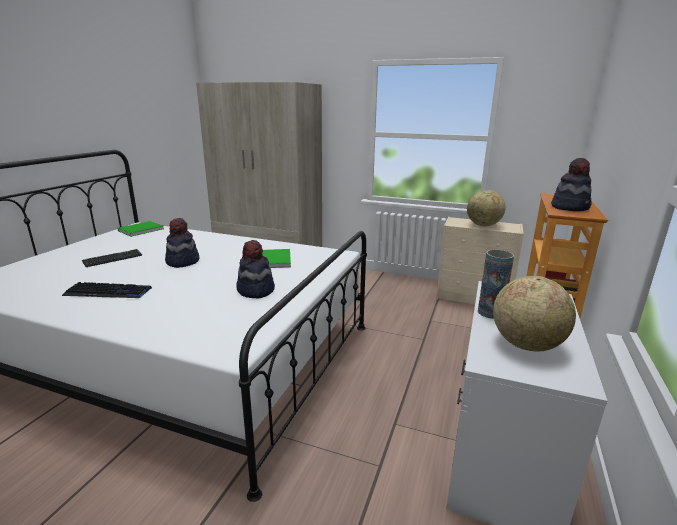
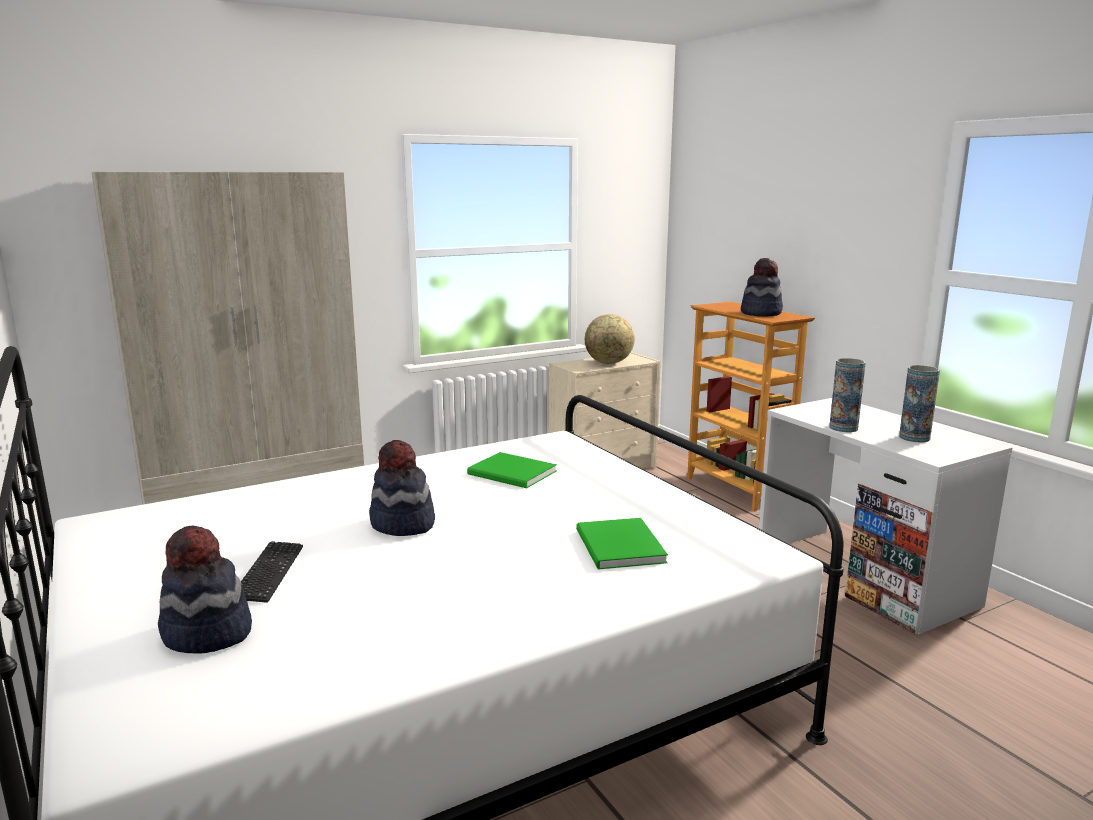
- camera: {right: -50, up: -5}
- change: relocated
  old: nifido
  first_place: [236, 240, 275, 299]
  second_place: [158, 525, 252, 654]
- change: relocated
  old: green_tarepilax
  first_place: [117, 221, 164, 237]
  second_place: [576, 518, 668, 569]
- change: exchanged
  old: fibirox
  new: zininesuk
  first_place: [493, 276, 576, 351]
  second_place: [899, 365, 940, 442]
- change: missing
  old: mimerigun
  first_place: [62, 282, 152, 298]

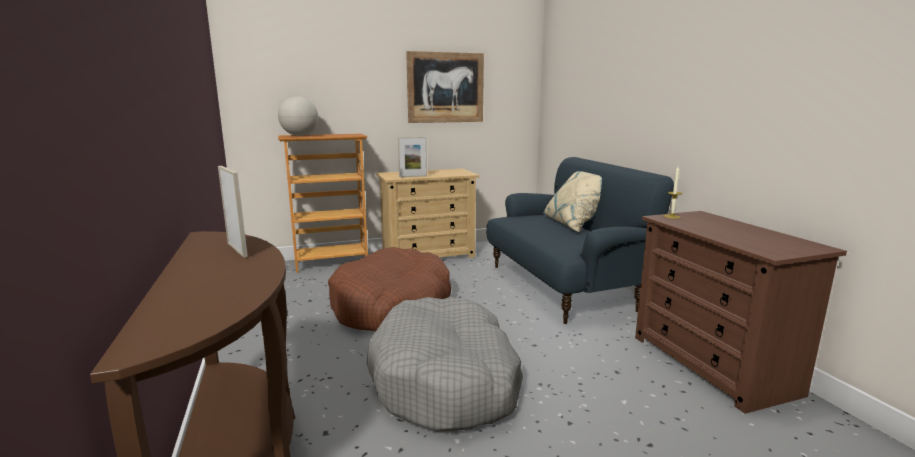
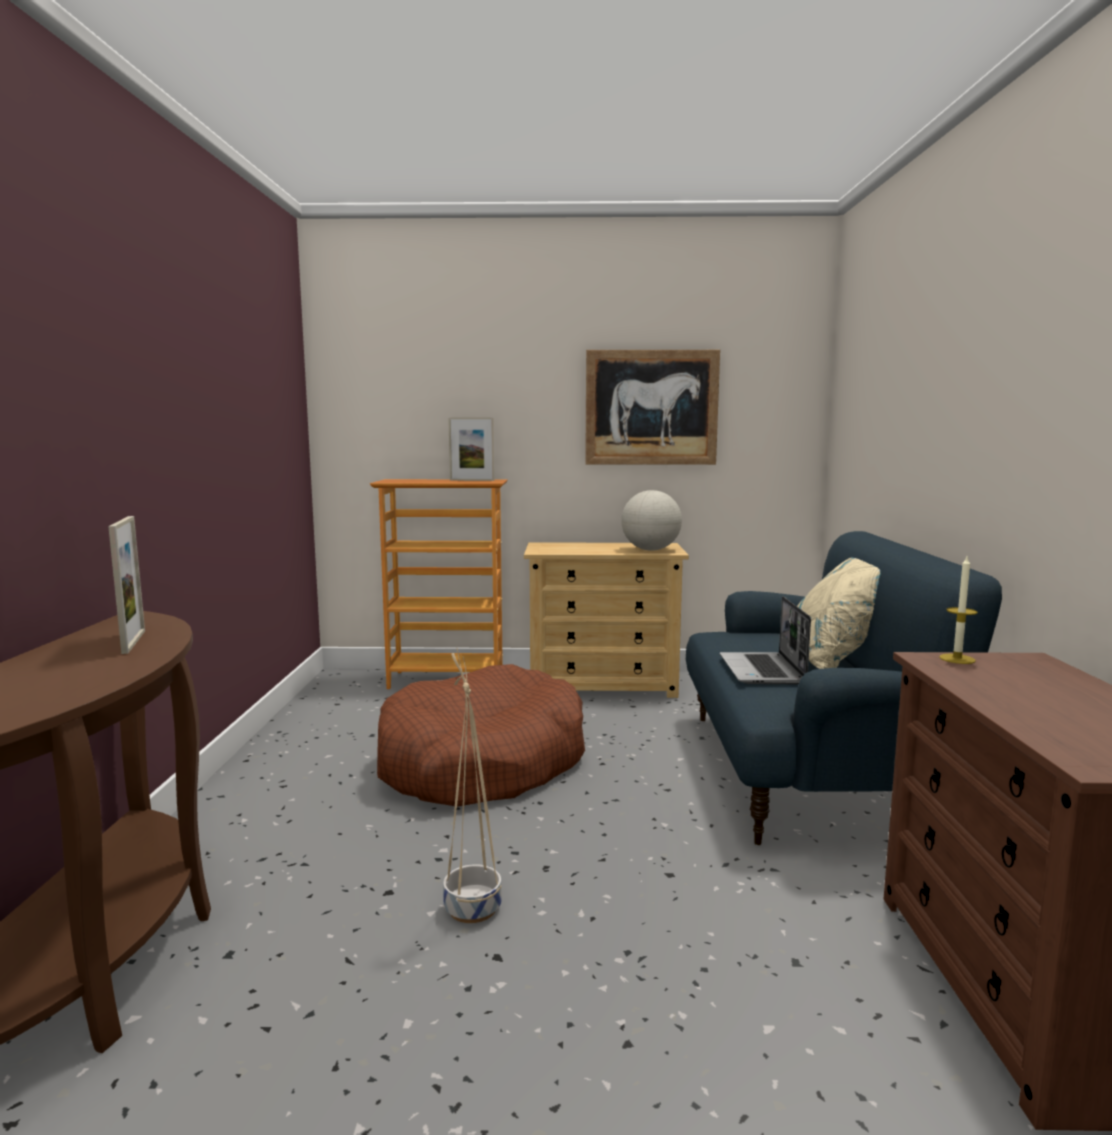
- camera: {right: 20, up: -5}
- change: exchanged
  old: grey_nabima
  new: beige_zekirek
  first_place: [367, 297, 523, 431]
  second_place: [443, 648, 502, 923]
- change: relocated
  old: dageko
  first_place: [398, 137, 427, 177]
  second_place: [448, 417, 494, 481]
- change: relocated
  old: fibirox
  first_place: [278, 96, 318, 136]
  second_place: [621, 490, 682, 551]
- change: appeared
  new: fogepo
  second_place: [720, 596, 811, 684]

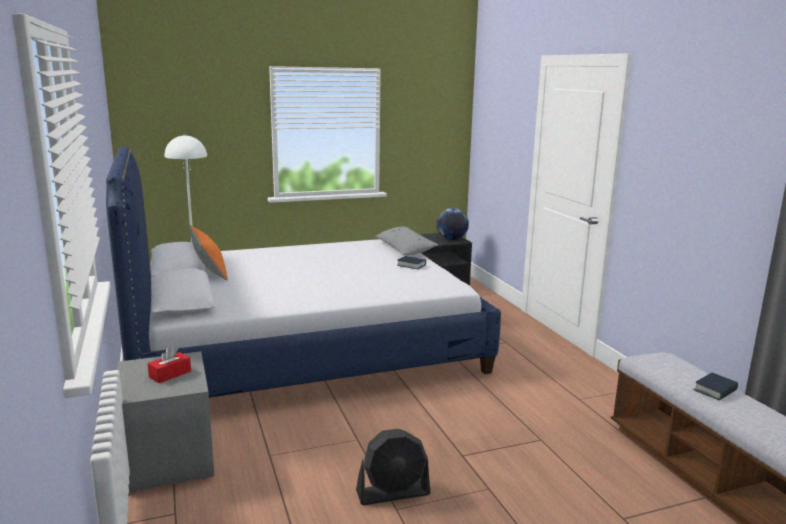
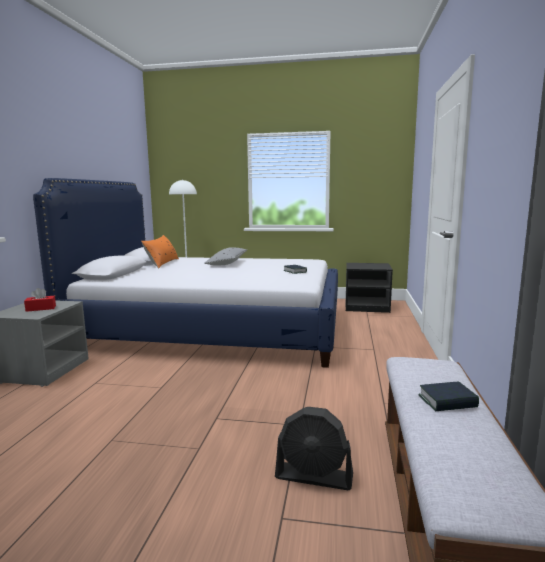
- camera: {right: 30, up: -5}
- change: relocated
  old: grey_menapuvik
  first_place: [375, 226, 438, 256]
  second_place: [204, 247, 247, 266]
- change: relocated
  old: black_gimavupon
  first_place: [356, 429, 430, 505]
  second_place: [275, 407, 353, 490]
- change: missing
  old: fibirox
  first_place: [436, 208, 469, 240]

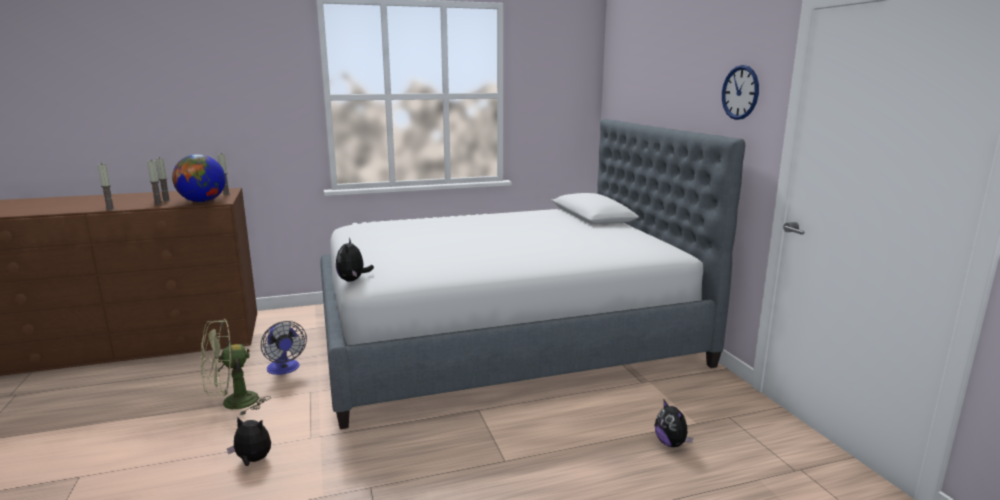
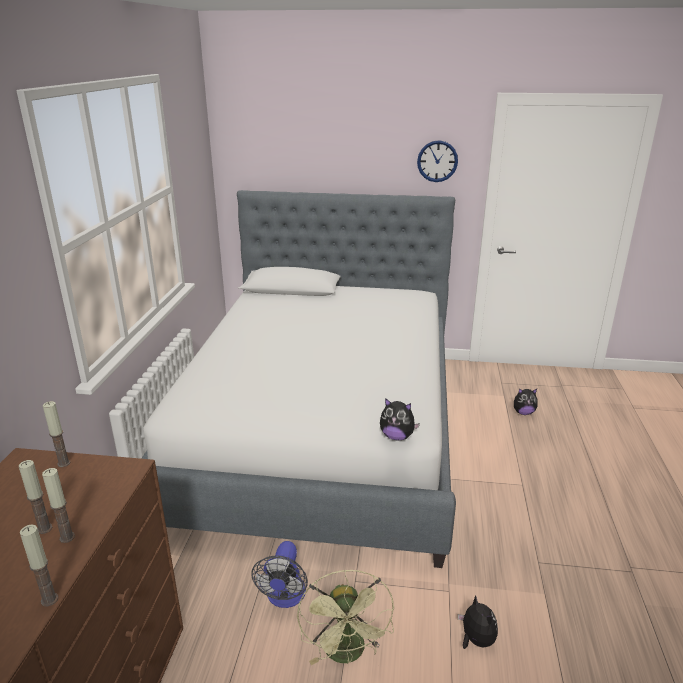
- camera: {right: -65, up: 10}
- change: spun
  old: gimavupon
  first_place: [261, 321, 307, 375]
  second_place: [251, 541, 308, 608]
  degrees: 105
- change: spun
  old: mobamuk
  first_place: [227, 417, 271, 466]
  second_place: [458, 595, 498, 649]
  degrees: 120
- change: missing
  old: fibirox
  first_place: [172, 154, 226, 202]

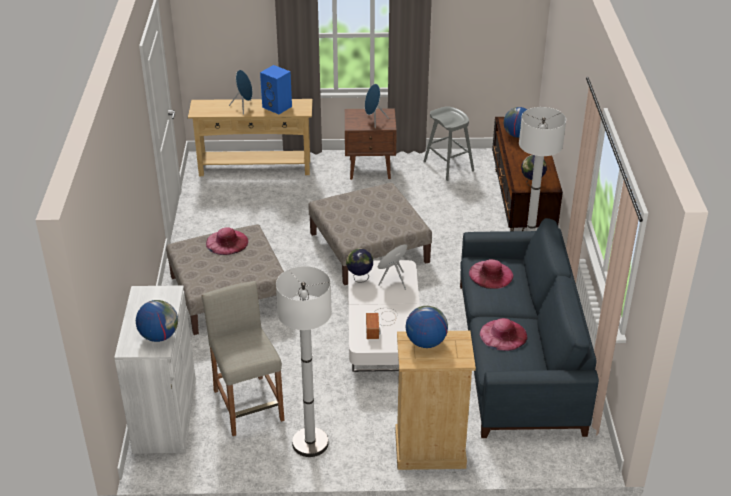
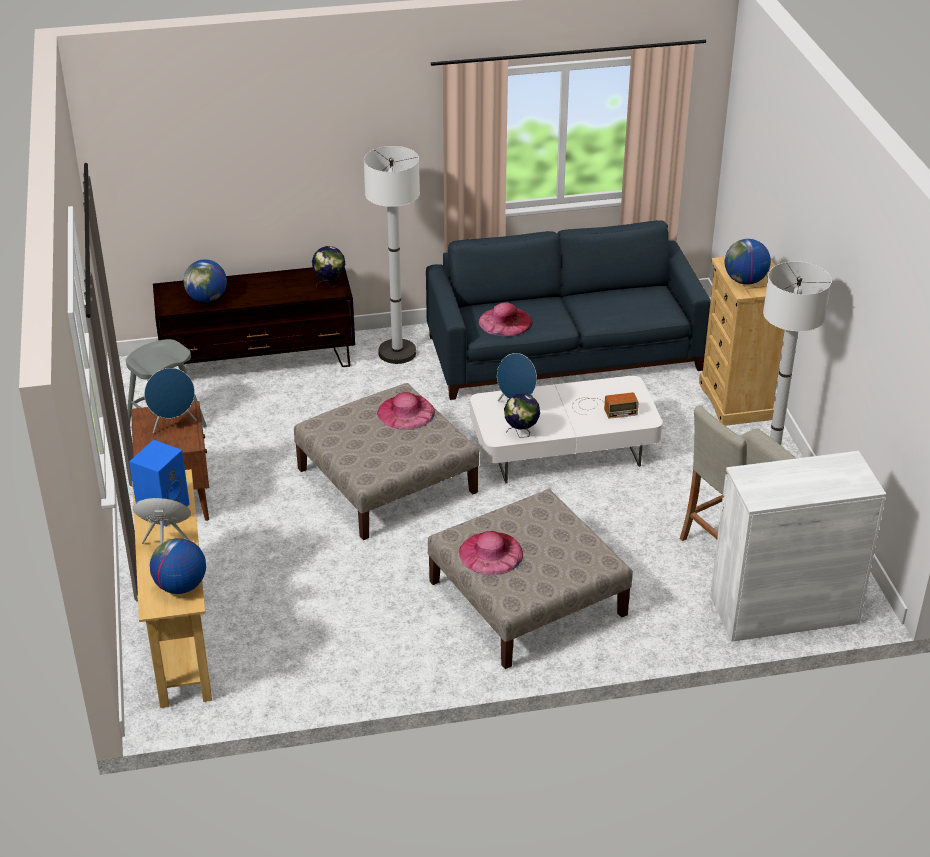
- camera: {right: -100, up: 0}
- change: relocated
  old: fibirox
  first_place: [136, 300, 178, 342]
  second_place: [150, 538, 206, 594]
- change: relocated
  old: pink_nifido
  first_place: [480, 318, 528, 351]
  second_place: [377, 392, 435, 430]

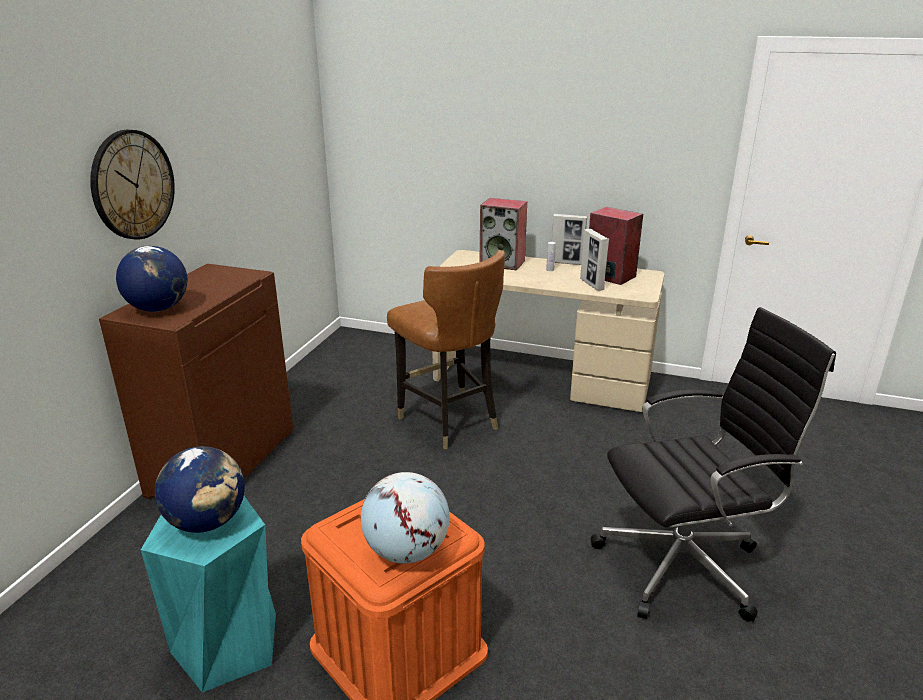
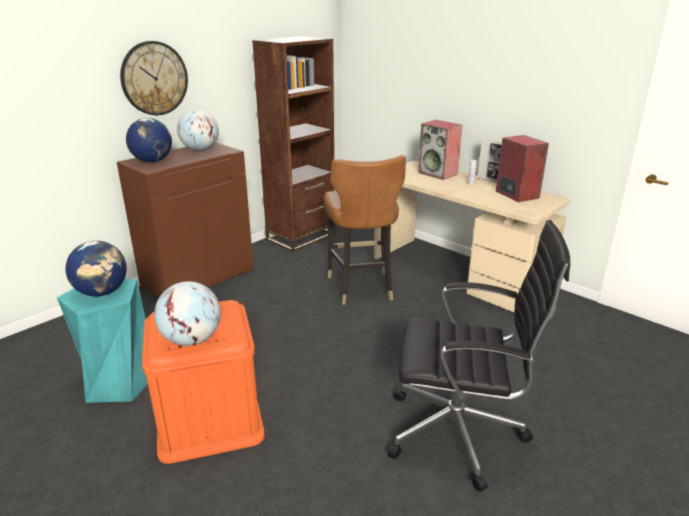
- camera: {right: 25, up: 0}
- change: appeared
  new: fibirox
  second_place: [177, 109, 219, 151]
- change: appeared
  new: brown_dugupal
  second_place: [252, 36, 335, 252]
- change: missing
  old: dageko
  first_place: [580, 229, 609, 291]

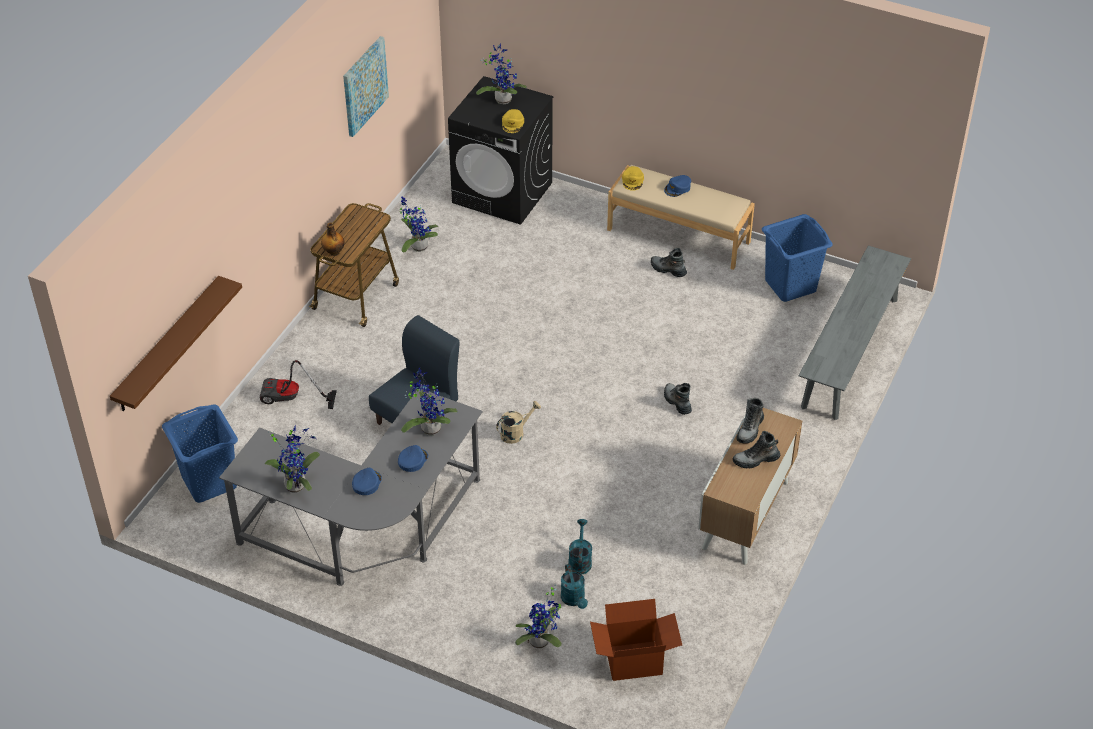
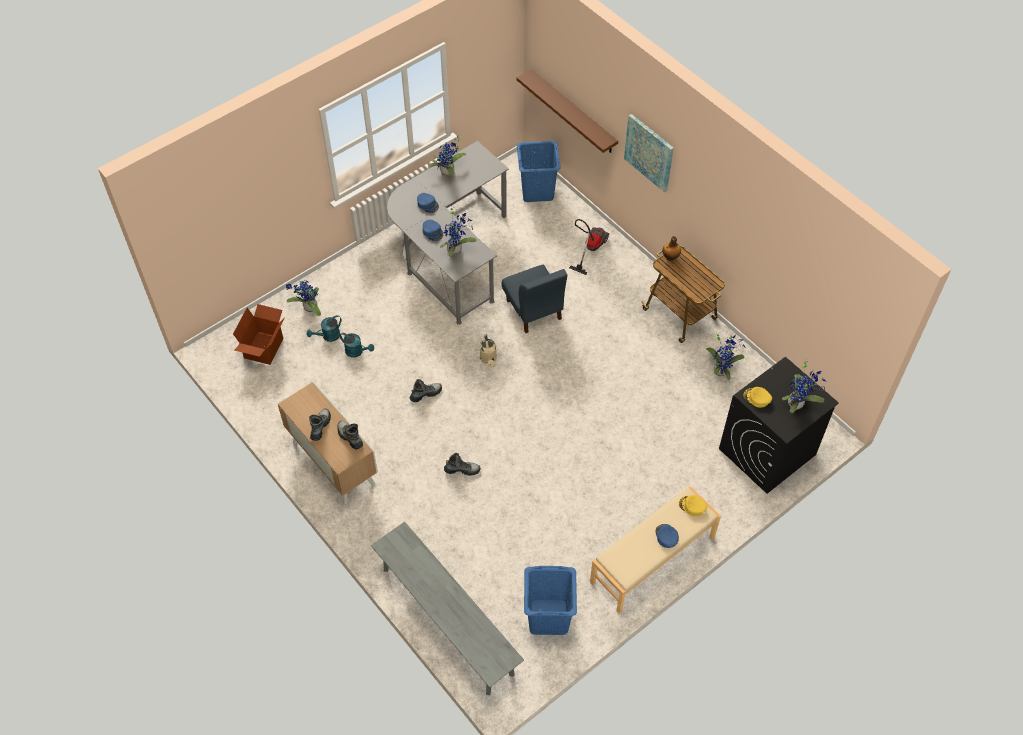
- camera: {right: 115, up: 10}
- change: spun
  old: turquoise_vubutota
  first_place: [561, 564, 588, 609]
  second_place: [307, 315, 342, 342]
  degrees: -45
- change: relocated
  old: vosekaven
  first_place: [651, 248, 687, 277]
  second_place: [409, 379, 442, 402]
- change: relocated
  old: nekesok
  first_place: [343, 36, 389, 137]
  second_place: [624, 114, 674, 192]

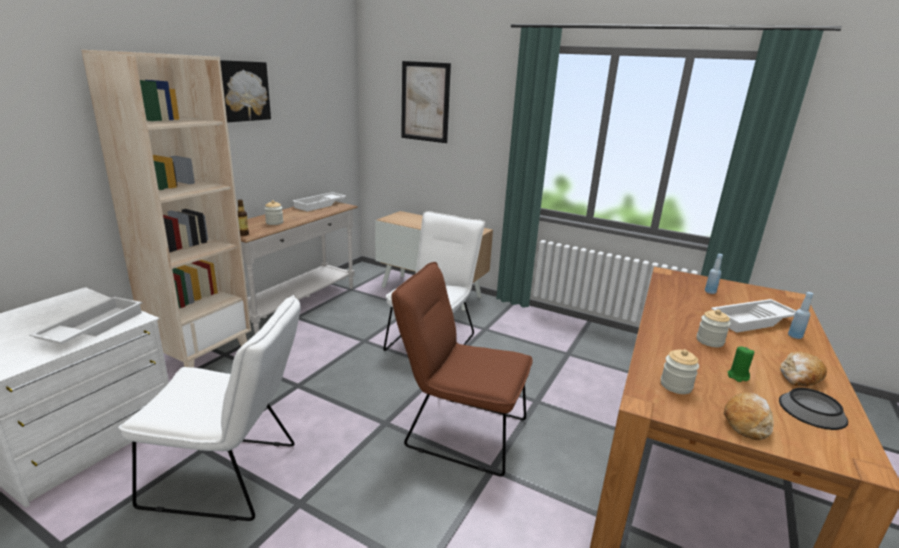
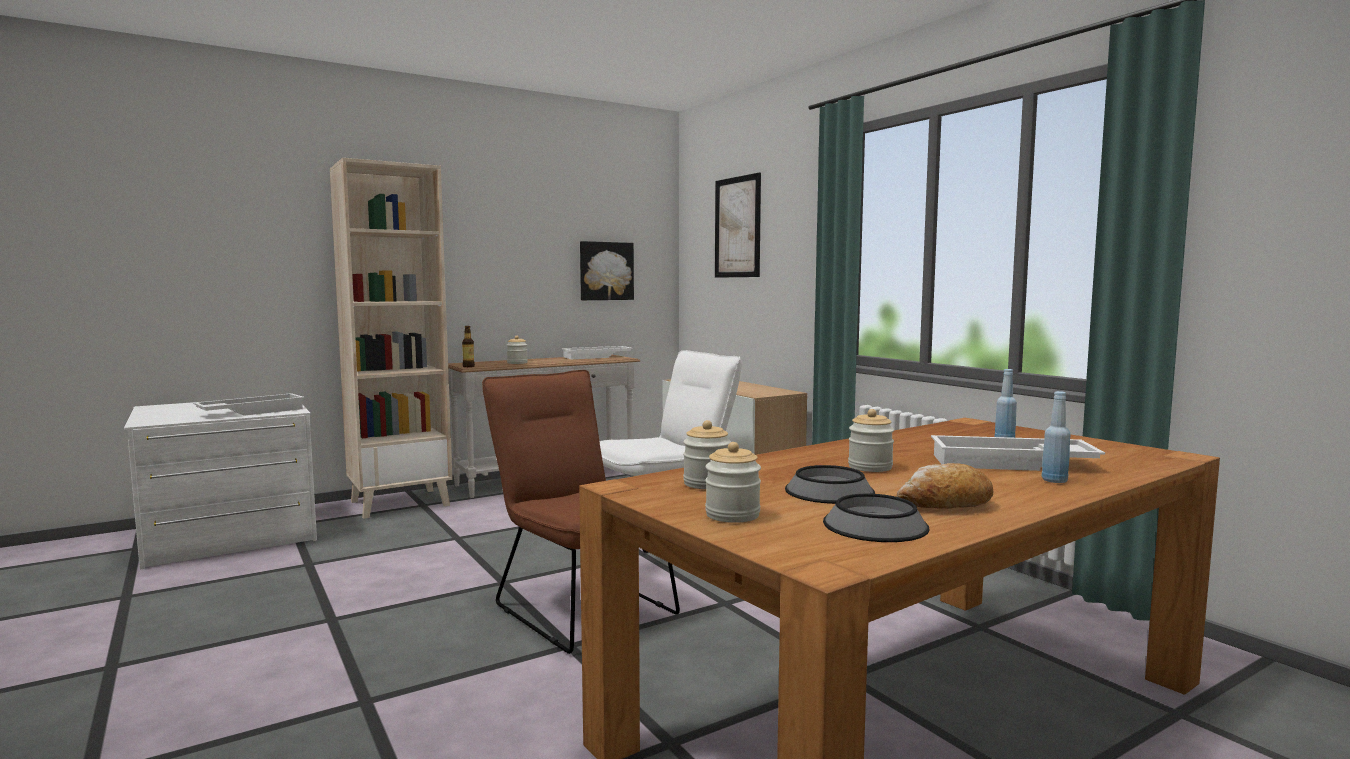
- camera: {right: 30, up: -15}
- change: relocated
  old: nekesok
  first_place: [220, 60, 271, 122]
  second_place: [580, 241, 634, 300]
- change: exchanged
  old: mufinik
  new: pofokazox
  first_place: [724, 392, 774, 440]
  second_place: [705, 442, 761, 523]
- change: exchanged
  old: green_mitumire
  new: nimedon
  first_place: [728, 346, 754, 382]
  second_place: [785, 465, 875, 504]
- change: missing
  old: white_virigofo
  first_place: [118, 295, 301, 521]

